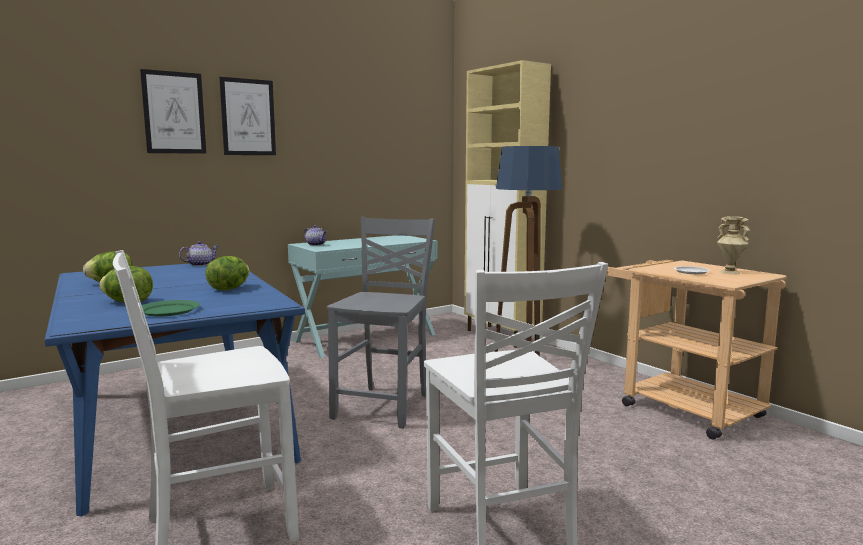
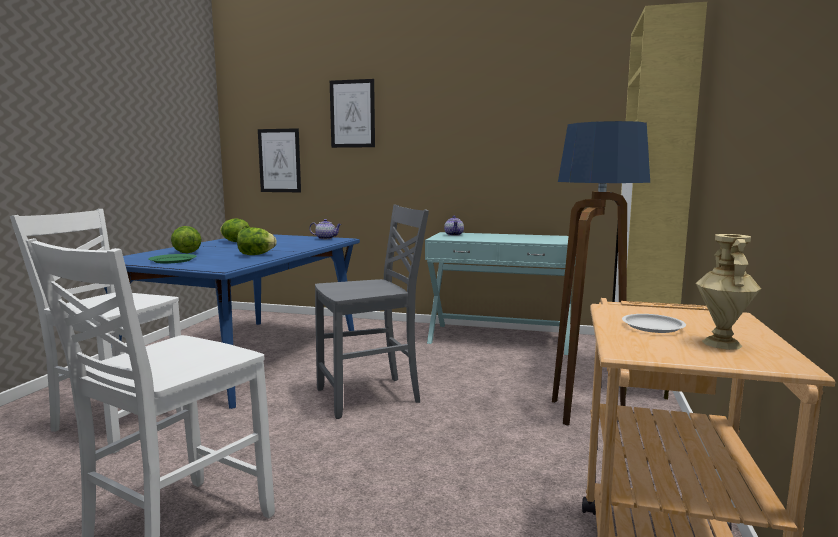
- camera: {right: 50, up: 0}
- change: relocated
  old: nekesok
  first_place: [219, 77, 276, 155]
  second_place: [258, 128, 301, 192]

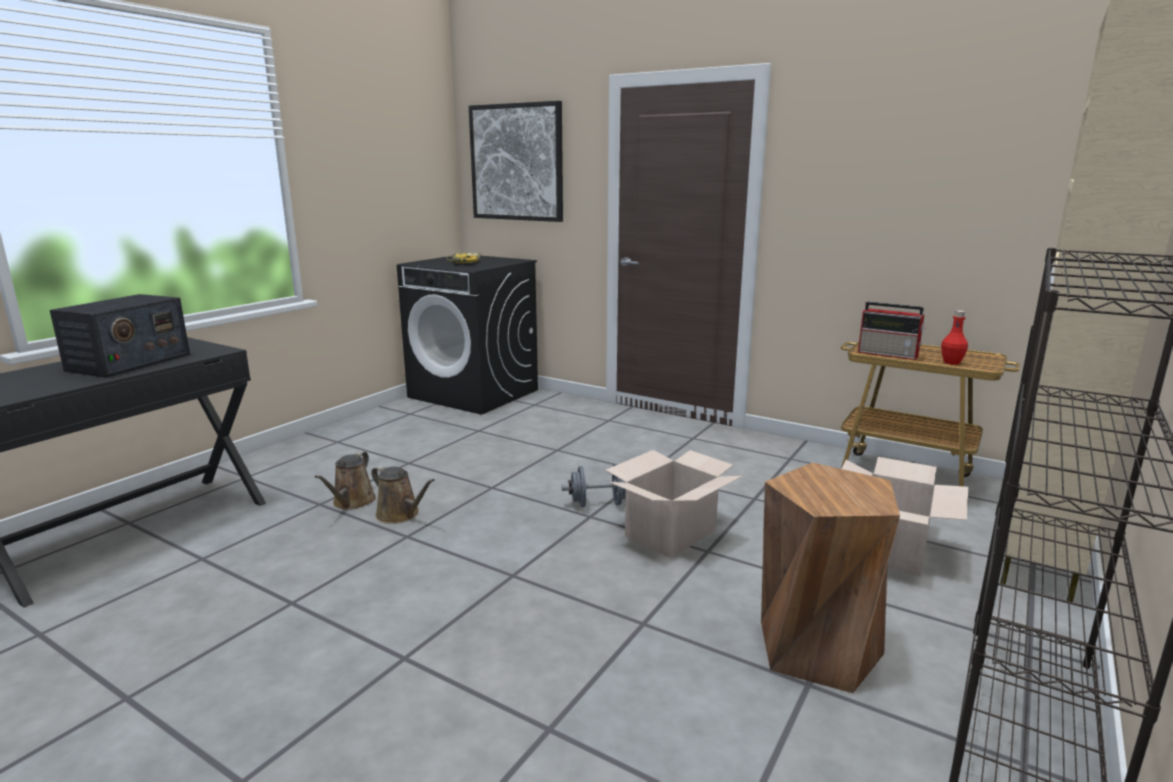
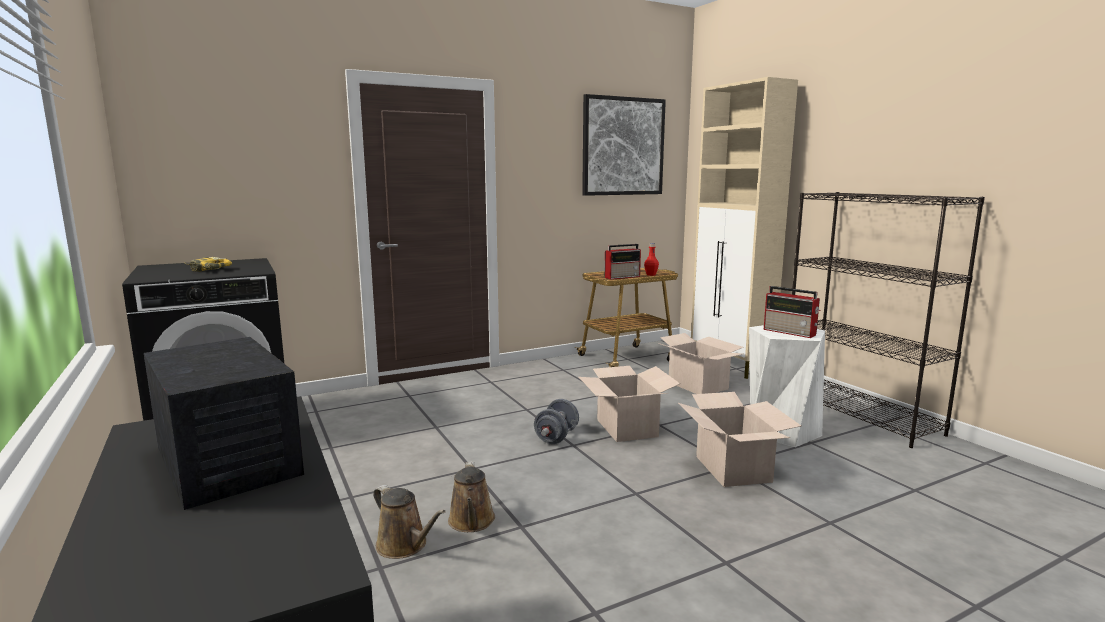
- camera: {right: -60, up: -5}
- change: spun
  old: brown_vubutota
  first_place: [371, 465, 435, 524]
  second_place: [448, 461, 495, 532]
  degrees: 105
- change: relocated
  old: nekesok
  first_place: [469, 101, 563, 222]
  second_place: [582, 94, 666, 196]
- change: appeared
  new: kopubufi
  second_place: [678, 392, 801, 487]
- change: colour
  old: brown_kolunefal
  new: white_kolunefal
  first_place: [761, 462, 900, 693]
  second_place: [749, 325, 825, 447]
- change: appeared
  new: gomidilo
  second_place: [764, 286, 820, 338]

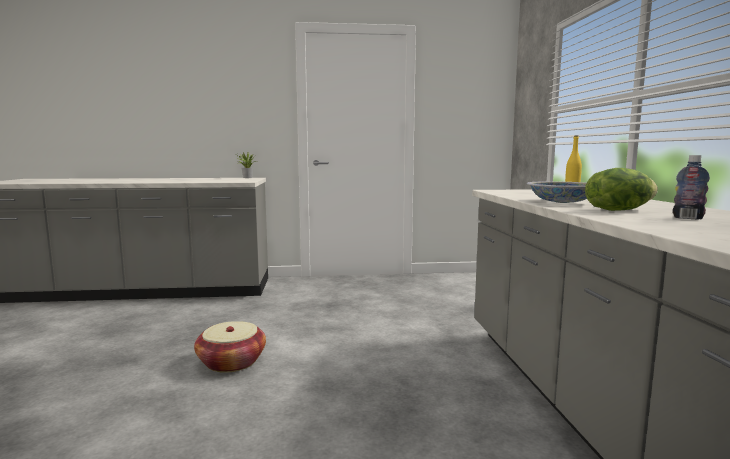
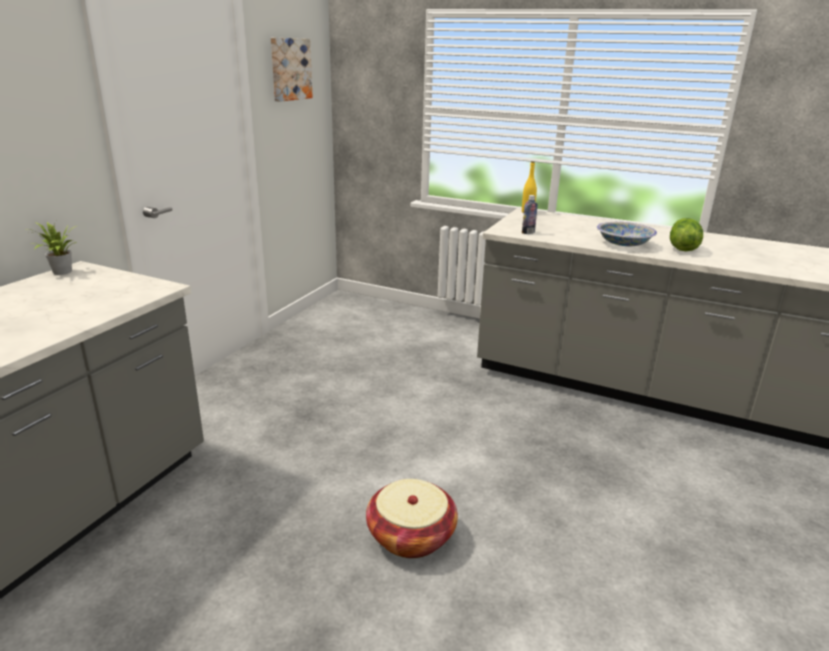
- camera: {right: -60, up: 15}
- change: appeared
  new: nekesok
  second_place: [271, 38, 313, 102]
- change: relocated
  old: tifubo
  first_place: [673, 155, 710, 219]
  second_place: [522, 195, 538, 234]

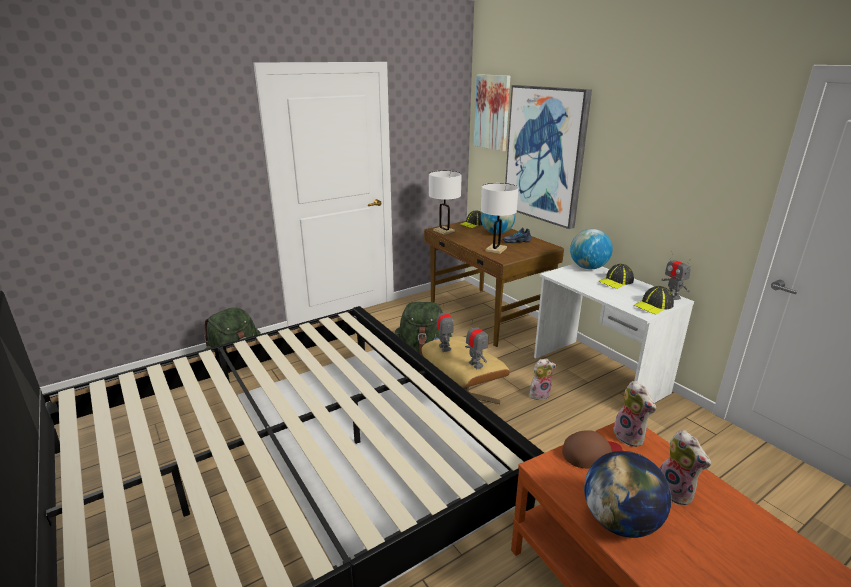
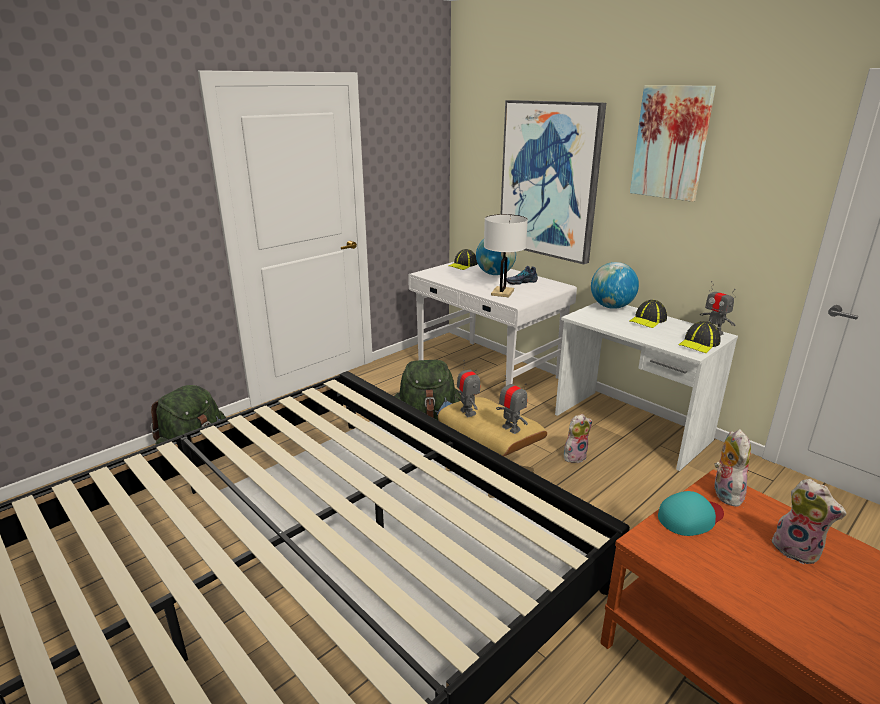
- camera: {right: -10, up: 0}
- change: colour
  old: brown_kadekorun
  new: white_kadekorun
  first_place: [424, 221, 564, 347]
  second_place: [408, 262, 577, 386]
- change: relocated
  old: nekesok
  first_place: [474, 74, 510, 152]
  second_place: [630, 85, 716, 202]
- change: colour
  old: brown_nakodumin
  new: turquoise_nakodumin
  first_place: [562, 430, 623, 468]
  second_place: [658, 491, 724, 536]
- change: spun
  old: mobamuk
  first_place: [612, 381, 656, 447]
  second_place: [714, 429, 751, 507]
  degrees: -135
- change: missing
  old: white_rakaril
  first_place: [429, 171, 462, 235]
- change: missing
  old: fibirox
  first_place: [584, 451, 671, 538]

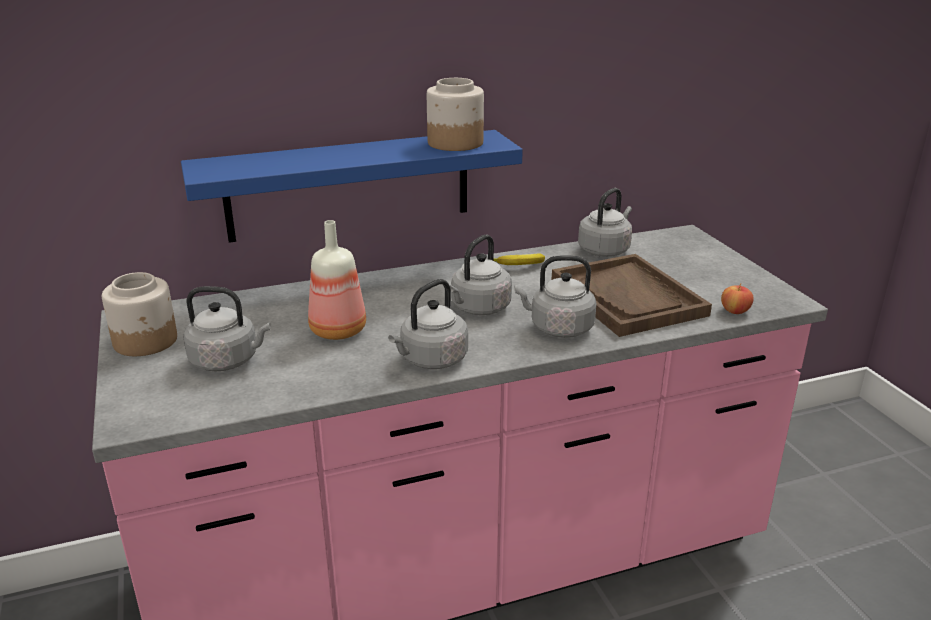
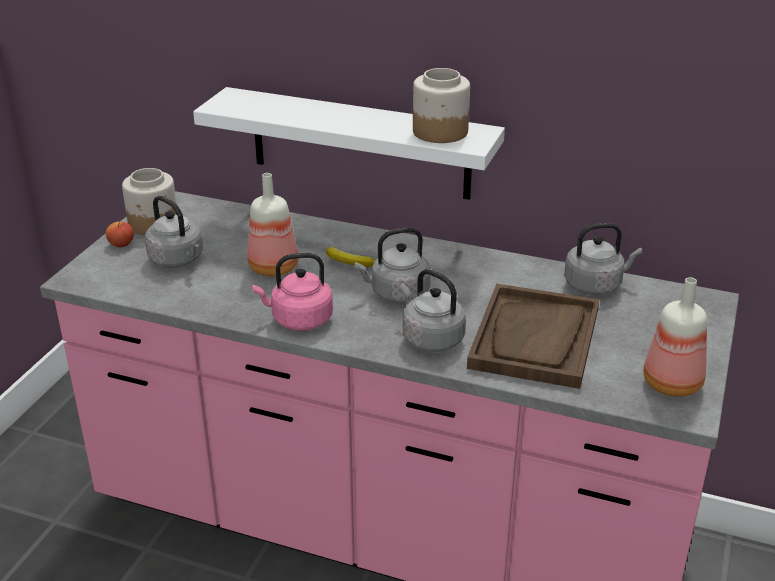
- camera: {right: 40, up: 5}
- change: relocated
  old: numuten
  first_place: [721, 283, 754, 314]
  second_place: [106, 221, 134, 247]
- change: colour
  old: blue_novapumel
  new: white_novapumel
  first_place: [181, 130, 523, 243]
  second_place: [193, 87, 505, 200]
- change: colour
  old: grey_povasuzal
  new: pink_povasuzal
  first_place: [388, 279, 468, 369]
  second_place: [252, 253, 333, 331]
- change: relocated
  old: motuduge
  first_place: [493, 253, 545, 265]
  second_place: [326, 246, 375, 267]
- change: appeared
  new: tifubo
  second_place: [643, 277, 707, 397]

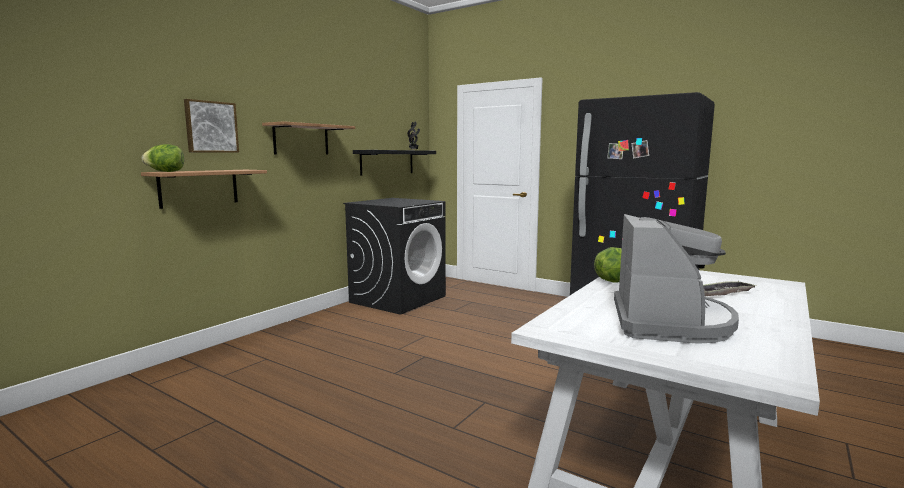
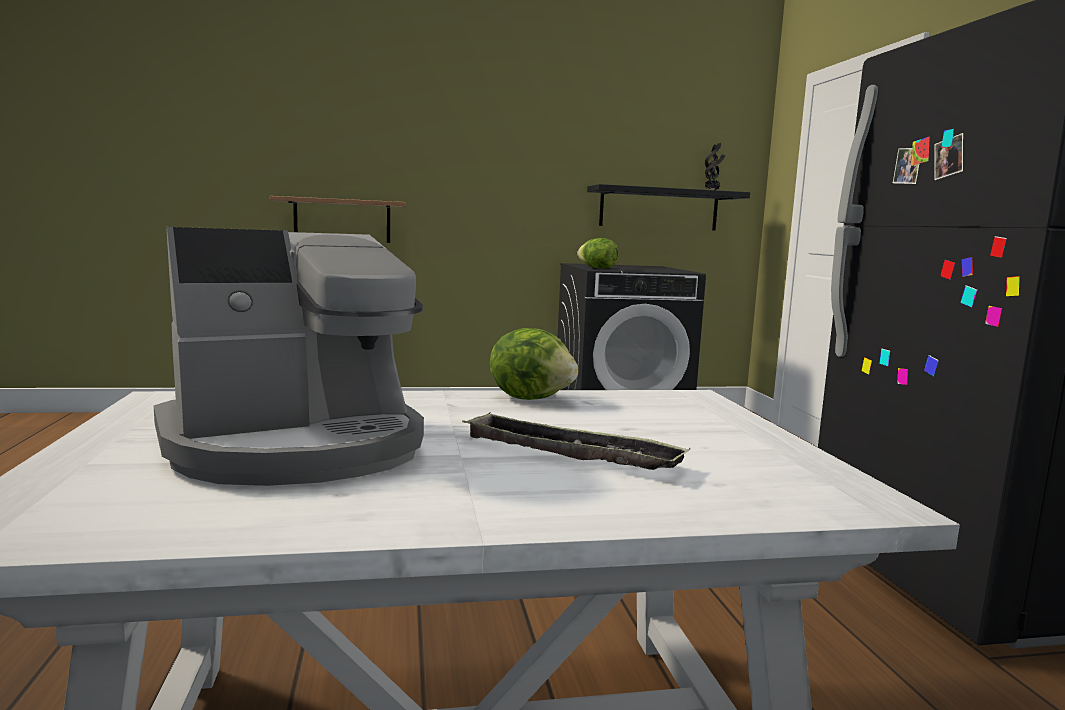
- camera: {right: 45, up: 0}
- change: relocated
  old: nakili
  first_place: [142, 144, 184, 172]
  second_place: [577, 238, 618, 269]
- change: missing
  old: nekesok
  first_place: [184, 99, 239, 153]
- change: missing
  old: novapumel
  first_place: [262, 121, 355, 154]

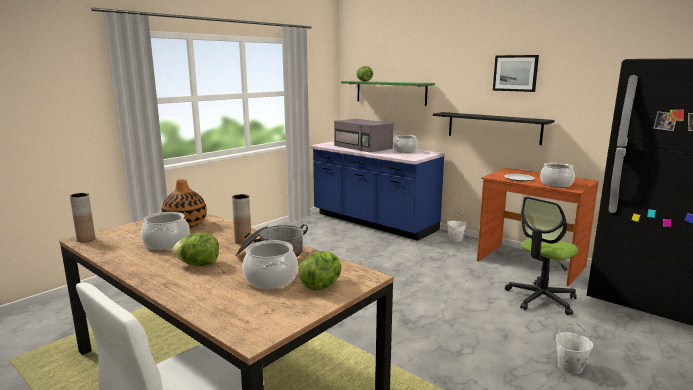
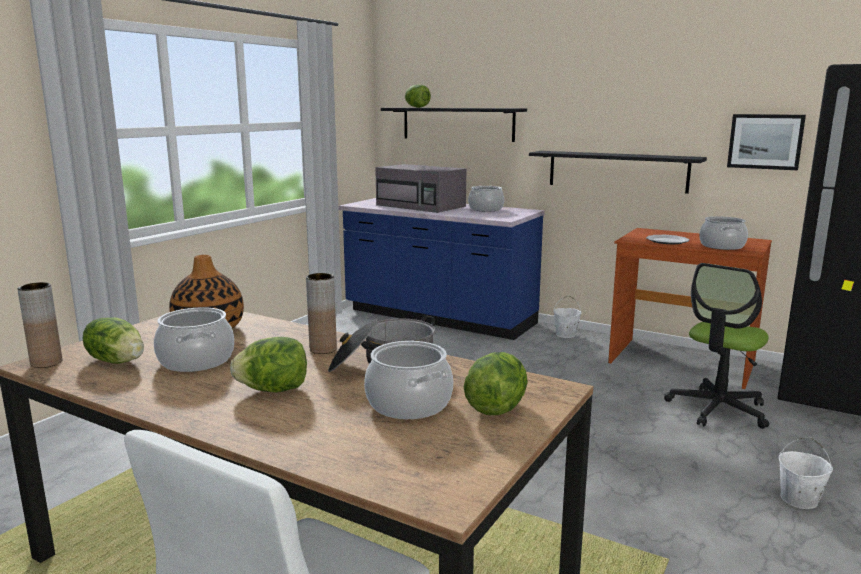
- camera: {right: -10, up: 0}
- change: appeared
  new: nakili
  second_place: [82, 317, 144, 364]
- change: colour
  old: green_novapumel
  new: black_novapumel
  first_place: [341, 81, 435, 106]
  second_place: [381, 108, 527, 142]
- change: relocated
  old: nekesok
  first_place: [493, 55, 539, 92]
  second_place: [727, 114, 806, 170]

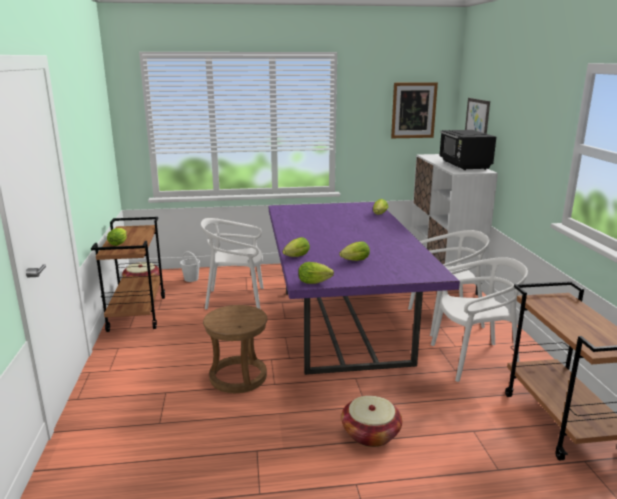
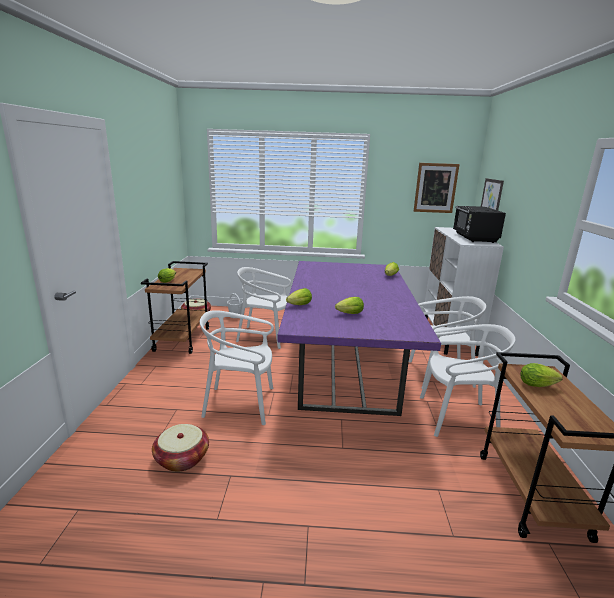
- camera: {right: 10, up: 0}
- change: relocated
  old: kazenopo
  first_place: [341, 396, 402, 447]
  second_place: [152, 424, 209, 472]
- change: exchanged
  old: brown_kolunefal
  new: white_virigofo
  first_place: [203, 305, 268, 393]
  second_place: [200, 310, 274, 425]
- change: relocated
  old: nakili
  first_place: [298, 262, 334, 284]
  second_place: [521, 363, 563, 387]

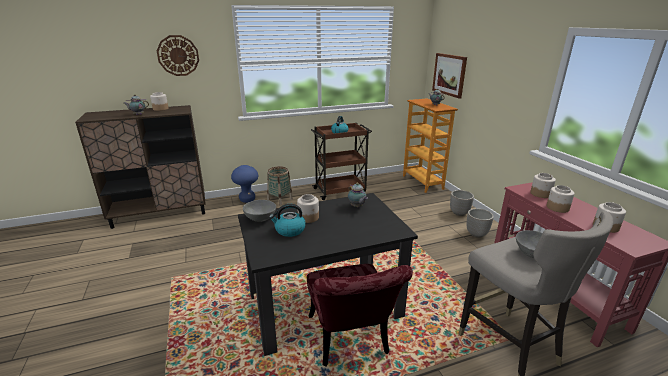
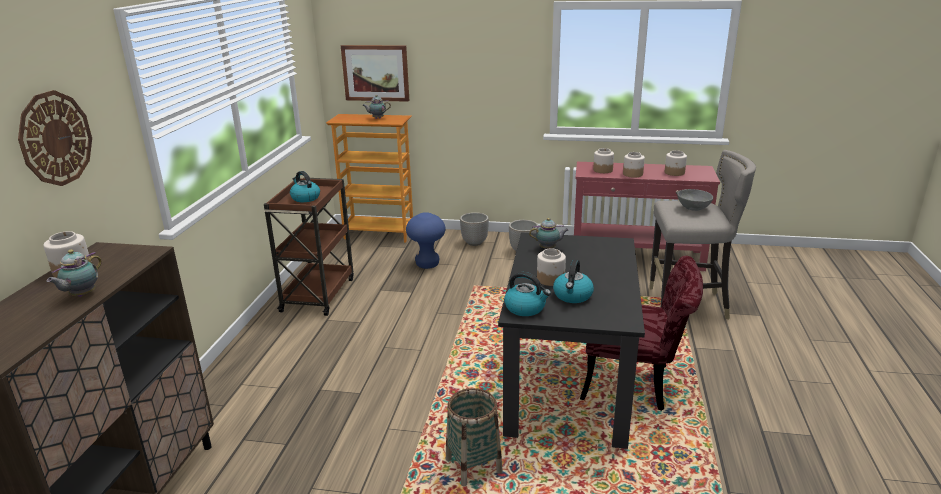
- camera: {right: -60, up: 0}
- change: relocated
  old: blue_kolunefal
  first_place: [231, 165, 258, 203]
  second_place: [406, 212, 445, 269]
- change: relocated
  old: kazenopo
  first_place: [267, 166, 293, 206]
  second_place: [446, 388, 503, 486]
- change: exchanged
  old: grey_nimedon
  new: povasuzal
  first_place: [243, 200, 276, 222]
  second_place: [504, 272, 551, 316]

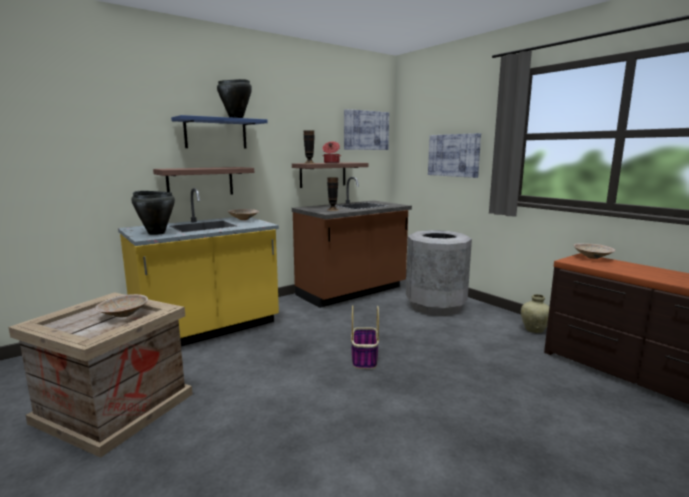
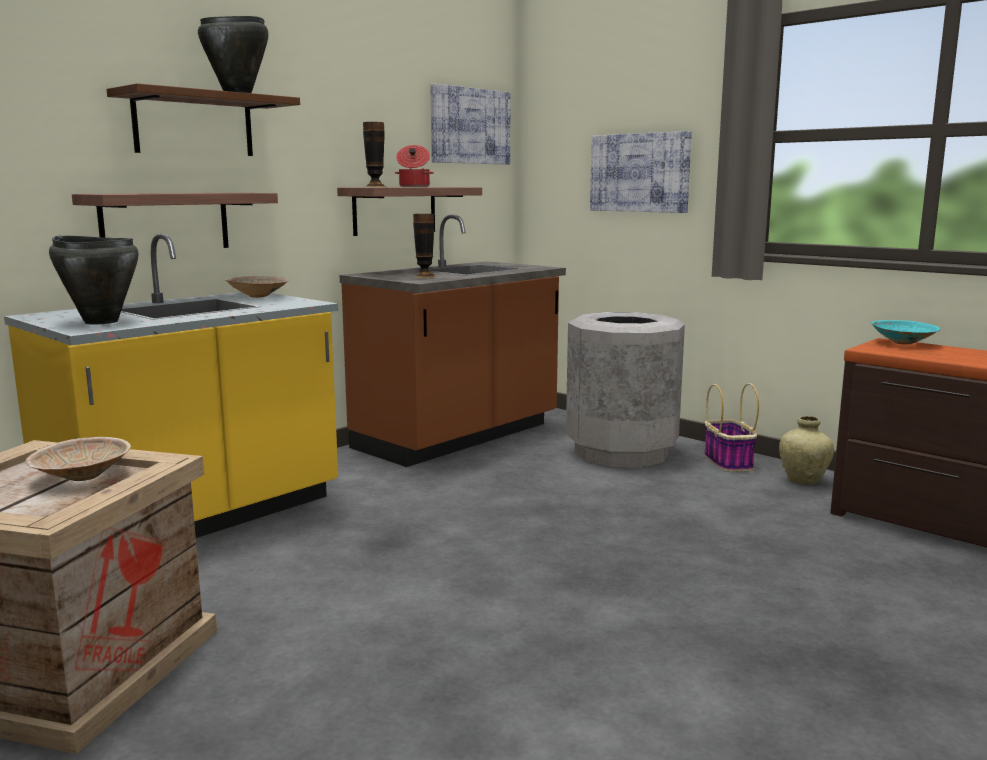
- camera: {right: -10, up: 0}
- change: colour
  old: blue_novapumel
  new: brown_novapumel
  first_place: [171, 115, 268, 149]
  second_place: [107, 83, 300, 156]
- change: relocated
  old: kazenopo
  first_place: [351, 305, 379, 369]
  second_place: [704, 383, 759, 472]
- change: colour
  old: beige_nimedon
  new: turquoise_nimedon
  first_place: [573, 243, 615, 259]
  second_place: [871, 320, 940, 345]

